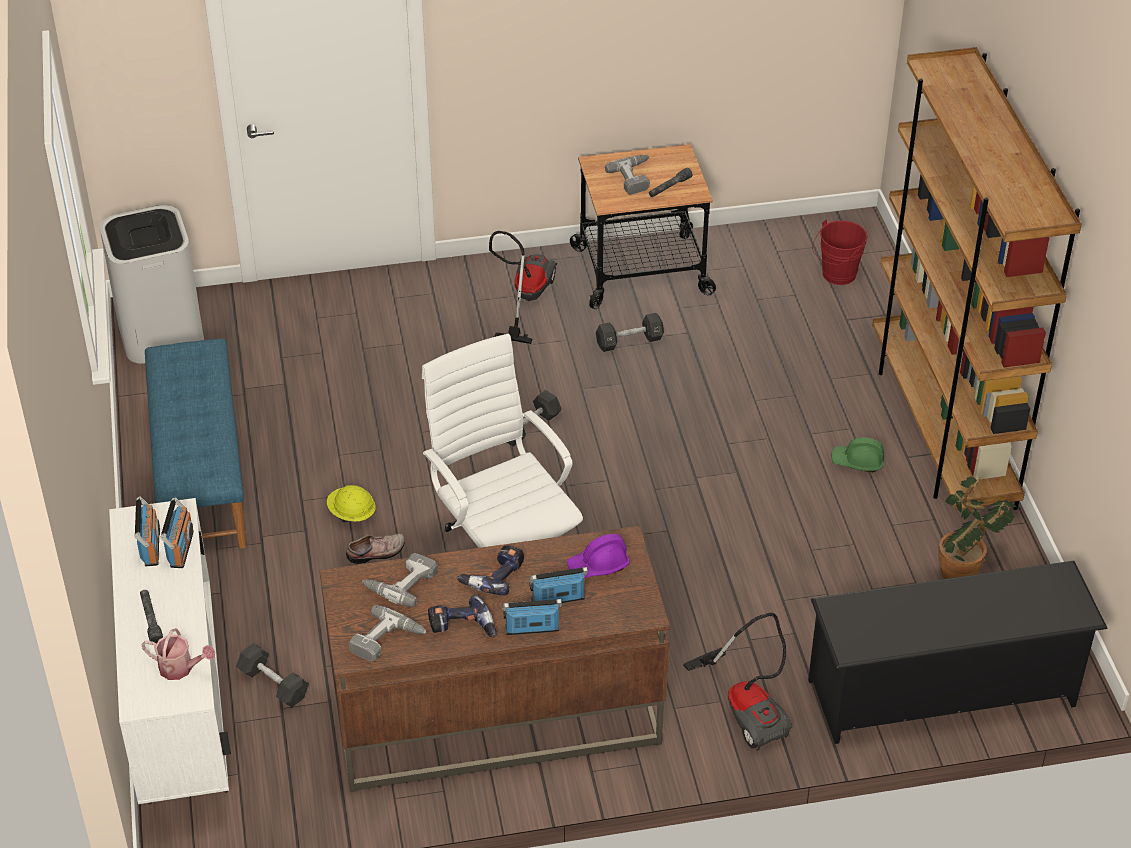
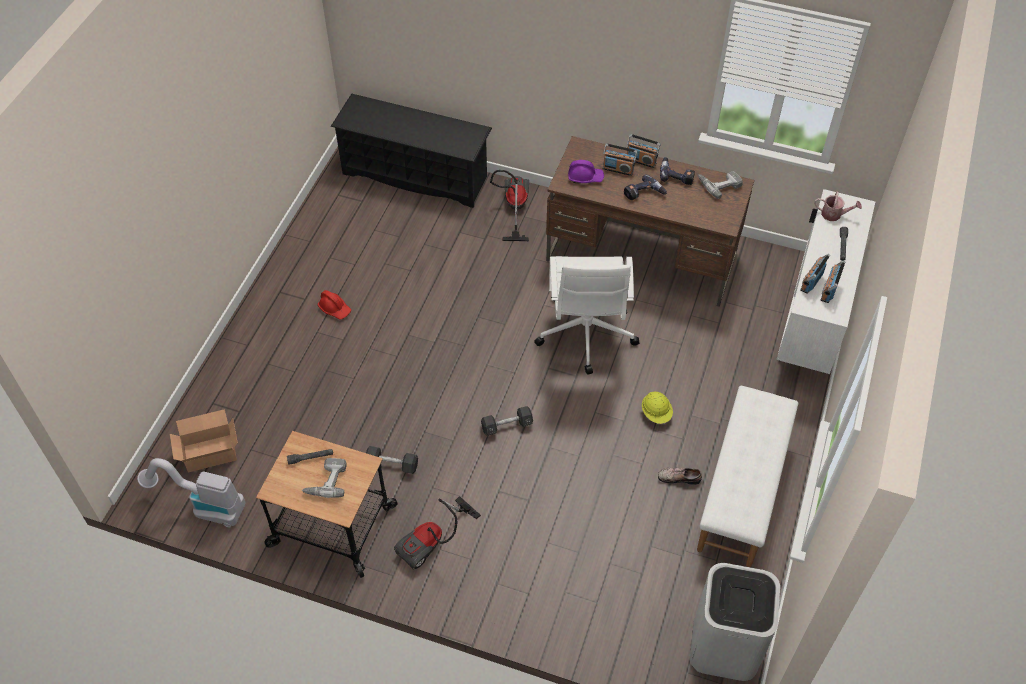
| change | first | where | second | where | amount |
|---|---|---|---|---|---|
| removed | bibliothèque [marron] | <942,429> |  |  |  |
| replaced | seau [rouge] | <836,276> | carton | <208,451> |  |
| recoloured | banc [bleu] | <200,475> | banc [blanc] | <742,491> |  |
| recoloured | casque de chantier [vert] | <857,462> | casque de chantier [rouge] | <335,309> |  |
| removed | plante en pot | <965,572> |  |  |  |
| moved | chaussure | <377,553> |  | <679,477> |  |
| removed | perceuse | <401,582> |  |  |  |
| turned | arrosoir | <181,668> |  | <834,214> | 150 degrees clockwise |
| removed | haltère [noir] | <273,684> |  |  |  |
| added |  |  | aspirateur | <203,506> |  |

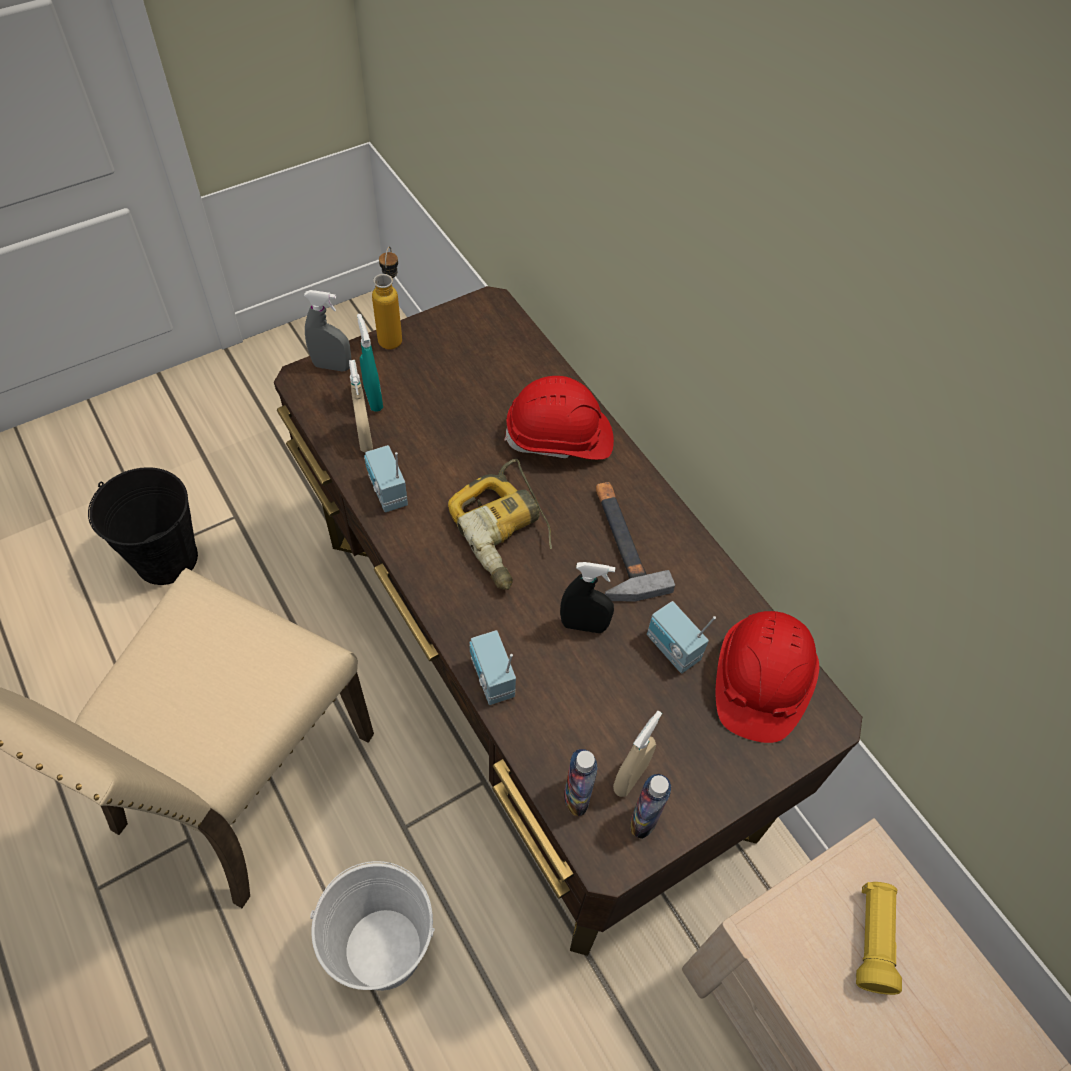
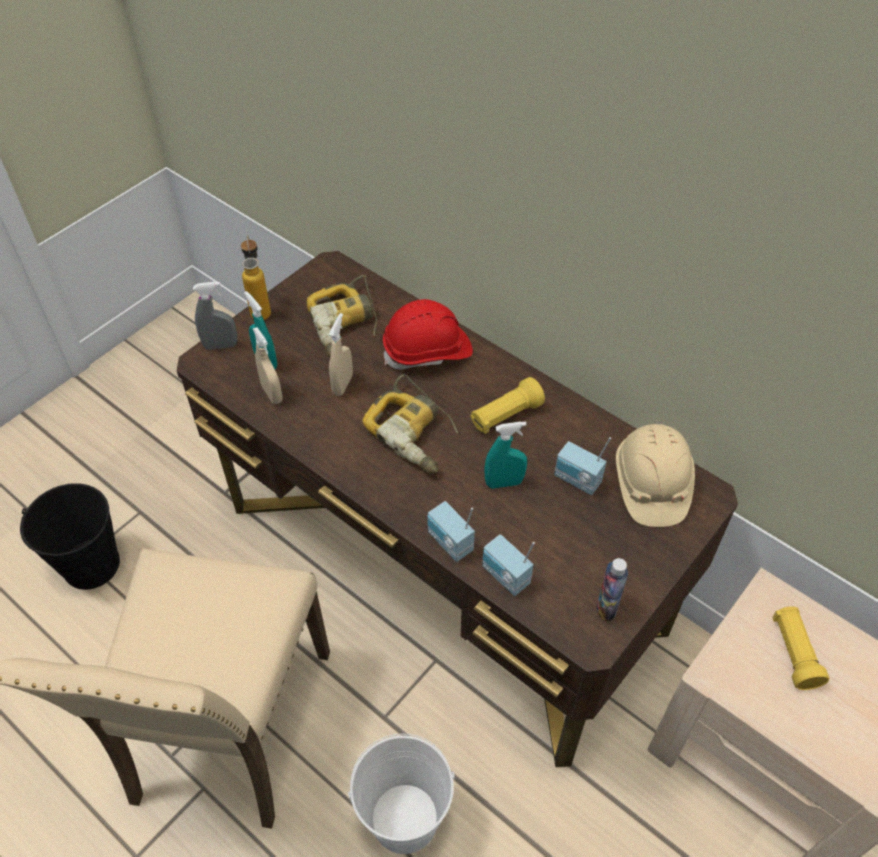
| change | first | where | second | where | amount |
|---|---|---|---|---|---|
| moved | radio | <386,492> |  | <504,577> |  |
| replaced | marteau | <618,543> | lampe de poche [jaune] | <505,416> |  |
| recoloured | vaporisateur [noir] | <584,625> | vaporisateur [turquoise] | <504,483> |  |
| recoloured | casque de chantier [rouge] | <759,683> | casque de chantier [beige] | <650,485> |  |
| moved | vaporisateur [beige] | <630,777> |  | <342,385> |  |
| removed | bouteille | <576,796> |  |  |  |
| added |  |  | perceuse | <346,324> |  |

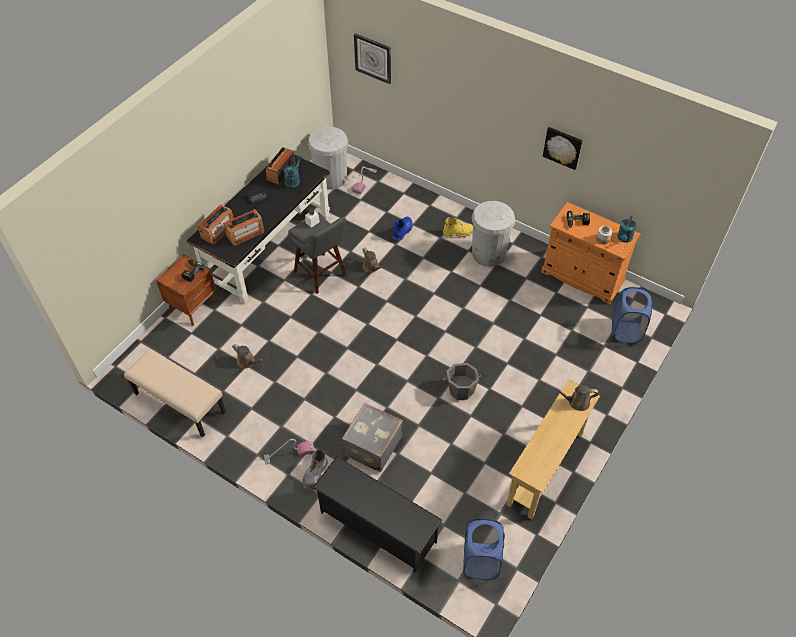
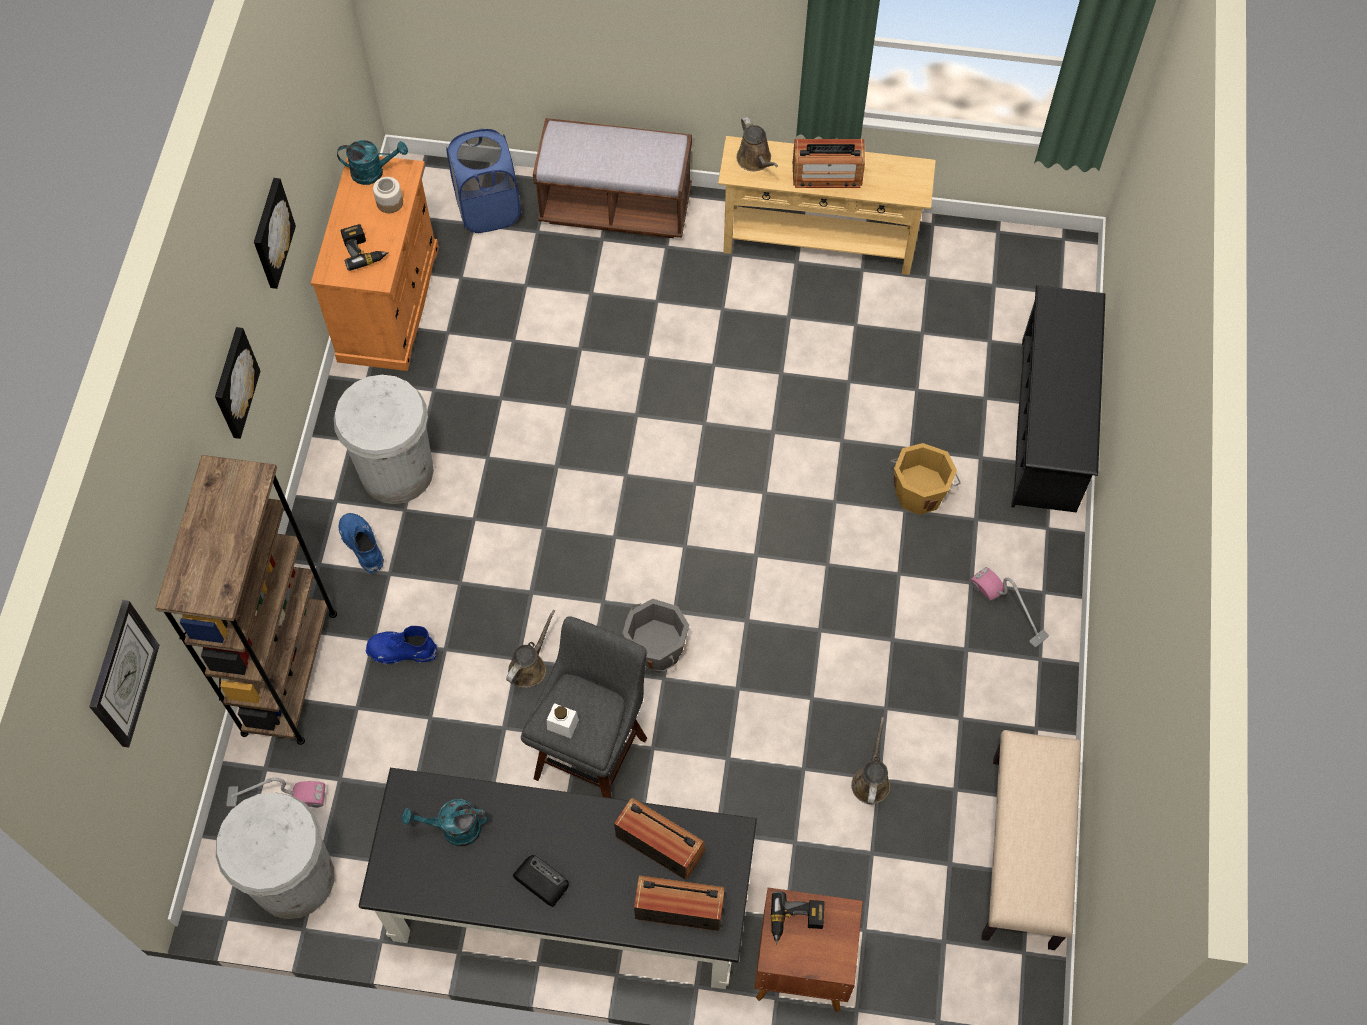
| change | first | where | second | where | amount |
|---|---|---|---|---|---|
| moved | radio | <281,172> |  | <827,174> |  |
| recoloured | botte [jaune] | <458,233> | botte [bleu] | <362,545> |  |
| moved | seau [gris] | <461,389> |  | <656,649> |  |
| replaced | valise [gris] | <371,445> | seau [orange] | <919,492> |  |
| removed | botte [gris] | <315,475> |  |  |  |
| removed | panier à linge [bleu] | <480,561> |  |  |  |
| added |  |  | banc [marron] | <615,207> |  |
| added |  |  | tableau | <233,383> |  |
| added |  |  | bibliothèque [marron] | <289,672> |  |

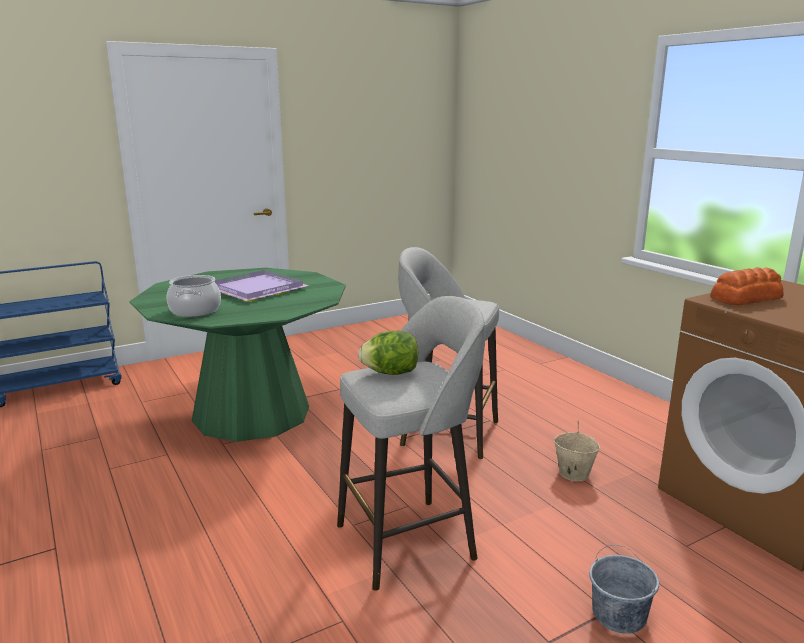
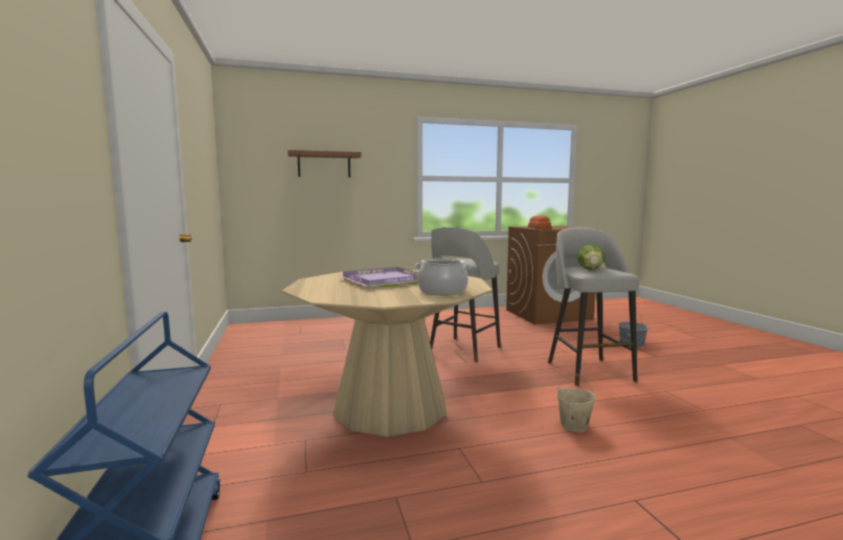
| change | first | where | second | where | amount |
|---|---|---|---|---|---|
| recoloured | table à manger [vert] | <252,413> | table à manger [beige] | <390,407> |  |
| moved | seau [beige] | <573,473> |  | <573,425> |  |
| added |  |  | étagère [marron] | <324,165> |  |

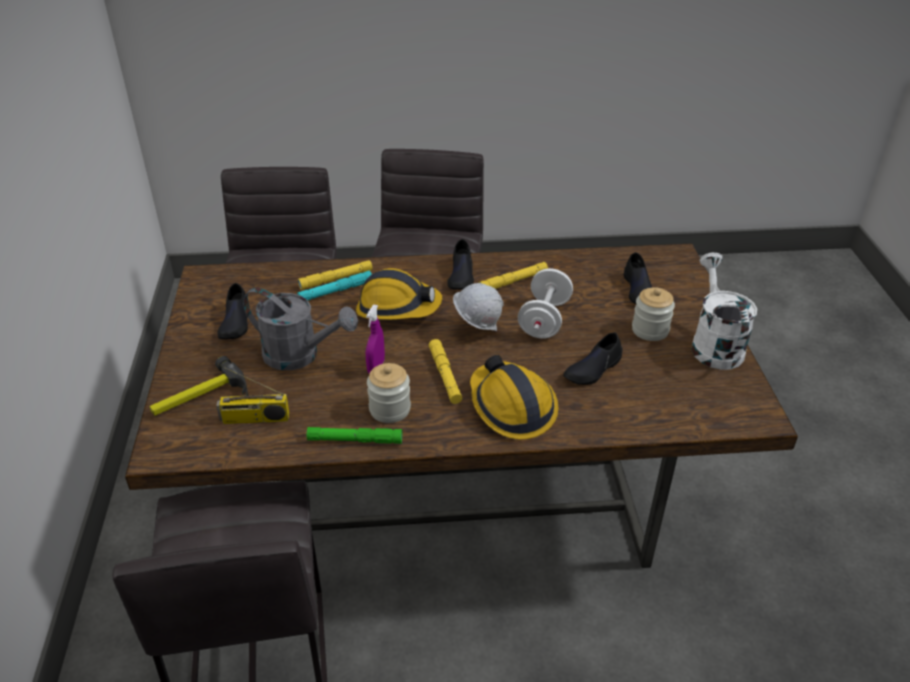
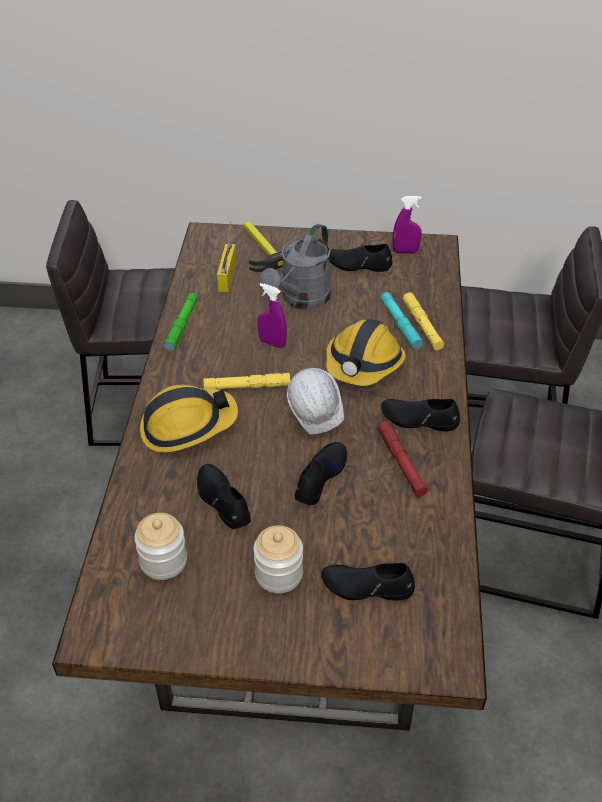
| change | first | where | second | where | amount |
|---|---|---|---|---|---|
| removed | arrosoir [blanc] | <714,344> |  |  |  |
| recoloured | lampe de poche [jaune] | <513,281> | lampe de poche [rouge] | <401,463> |  |
| replaced | haltère [blanc] | <544,320> | chaussure [noir] | <320,477> |  |
| moved | bocal | <389,409> |  | <163,561> |  |
| added |  |  | vaporisateur [violet] | <405,251> |  |

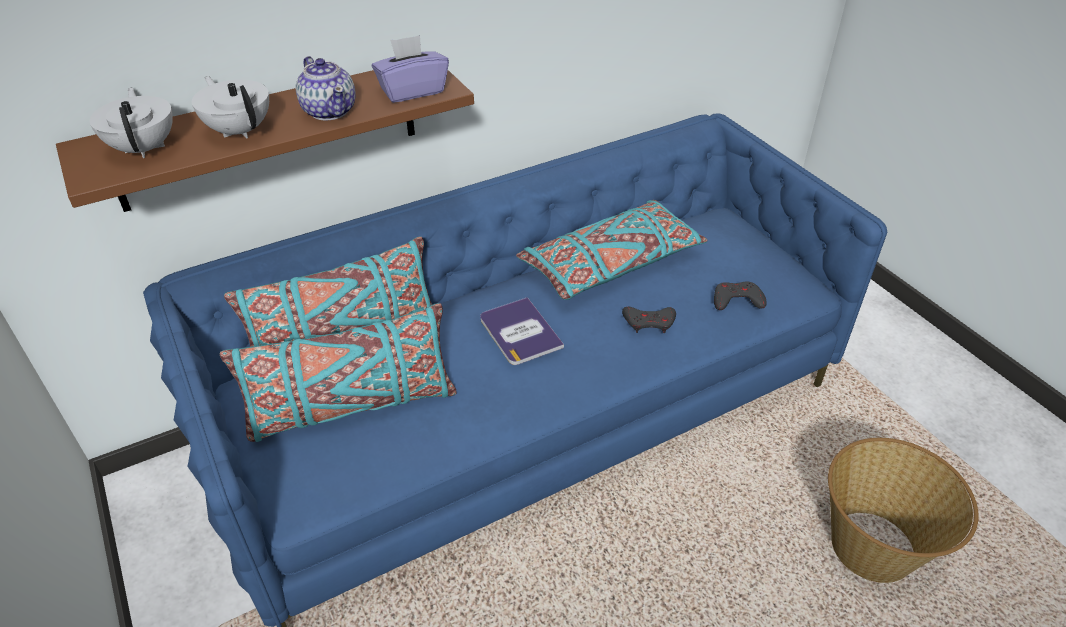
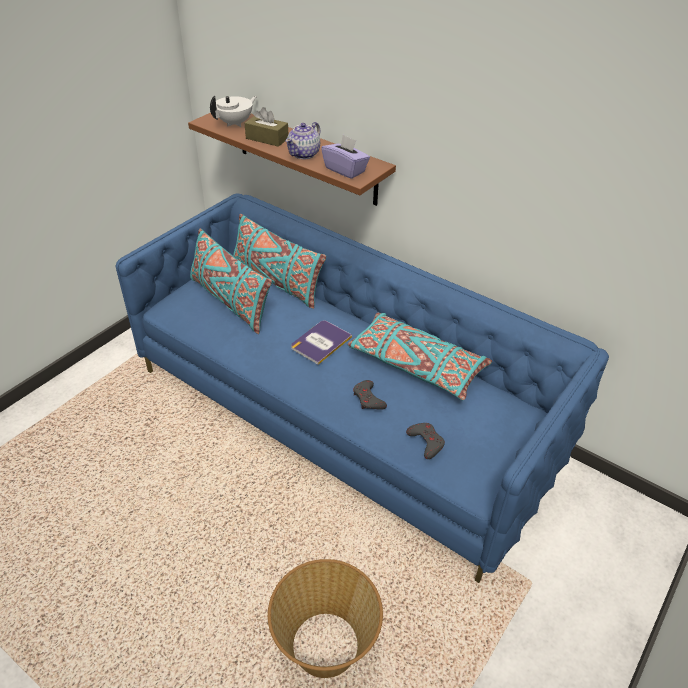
| change | first | where | second | where | amount |
|---|---|---|---|---|---|
| replaced | théière [blanc] | <240,130> | boîte à mouchoirs [marron] | <267,138> |  |

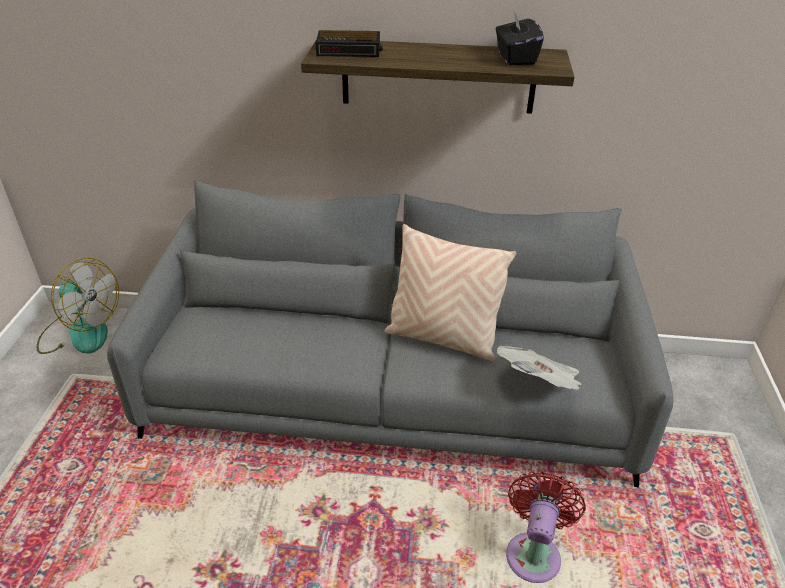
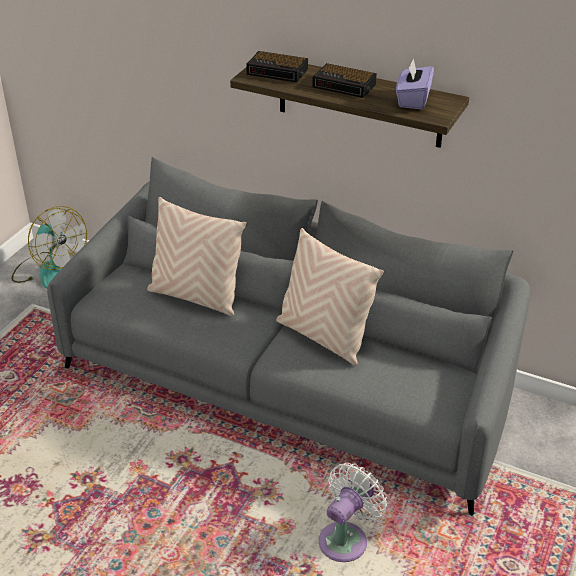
| change | first | where | second | where | amount |
|---|---|---|---|---|---|
| recoloured | boîte à mouchoirs [noir] | <515,58> | boîte à mouchoirs [violet] | <413,100> |  |
| removed | journal | <539,383> |  |  |  |
| recoloured | ventilateur [rouge] | <534,552> | ventilateur [blanc] | <346,538> |  |
| added |  |  | réveil | <345,86> |  |
| added |  |  | coussin [beige] | <196,296> |  |

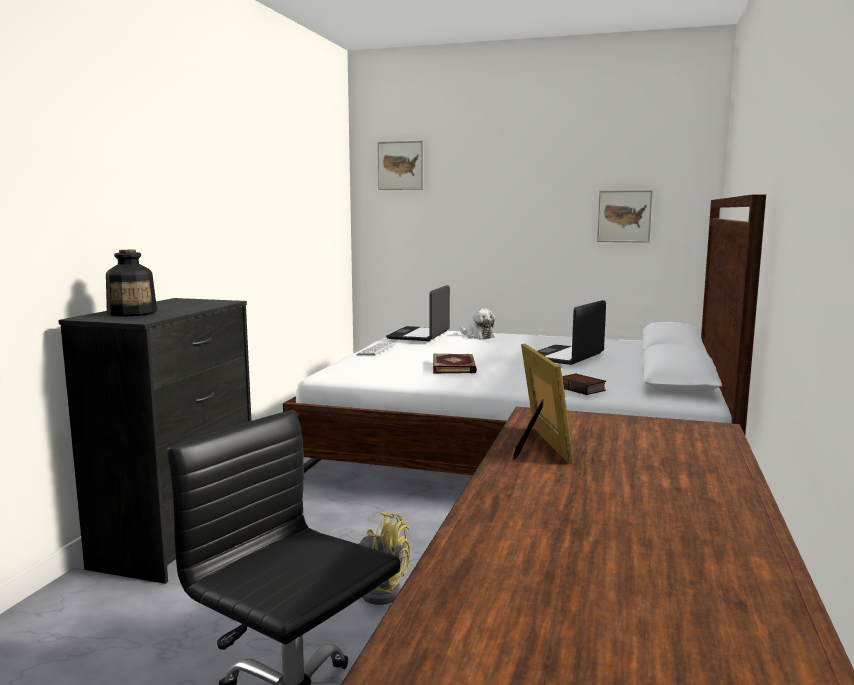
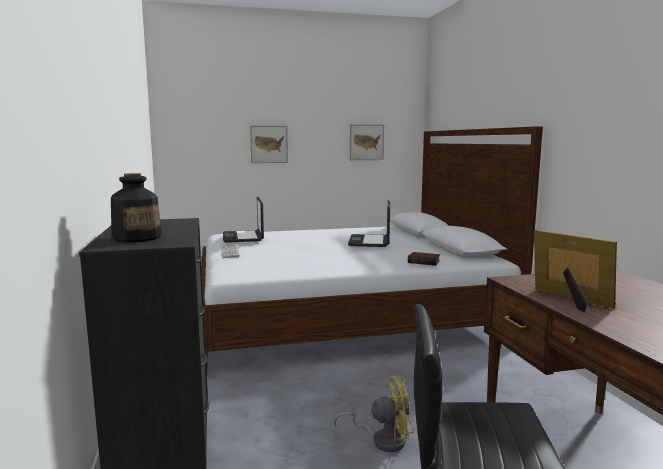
| change | first | where | second | where | amount |
|---|---|---|---|---|---|
| moved | tableau | <400,165> |  | <269,144> |  |
| removed | peluche | <477,336> |  |  |  |
| removed | livre | <455,366> |  |  |  |

